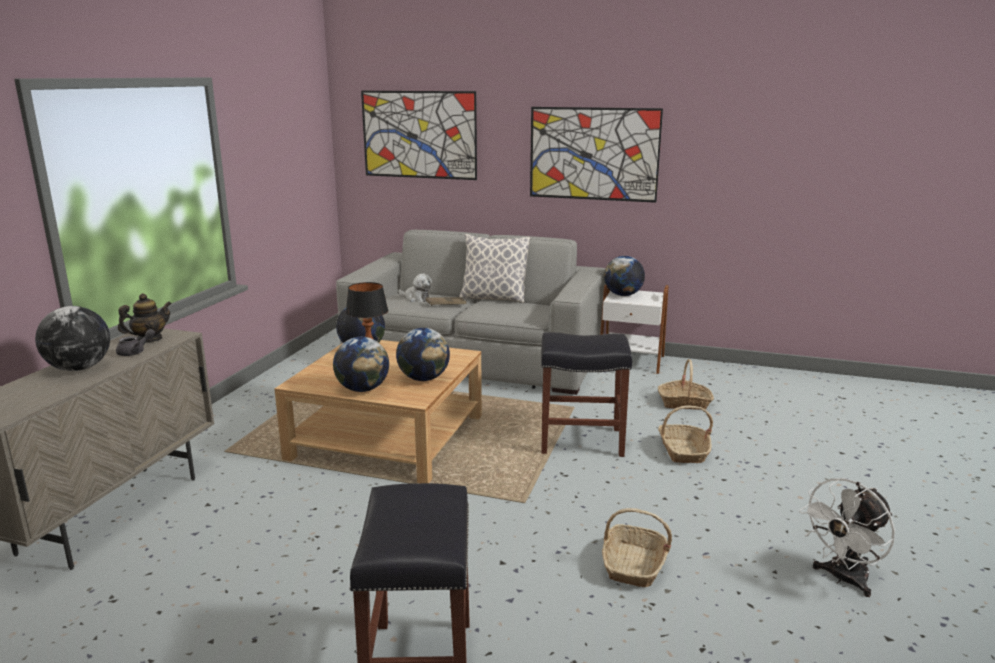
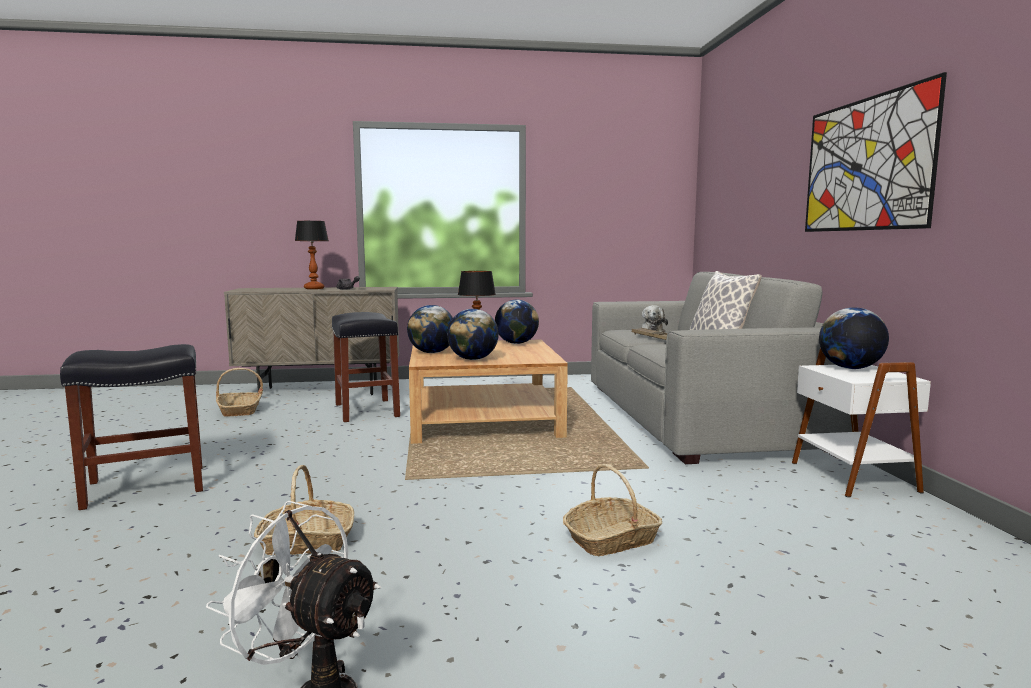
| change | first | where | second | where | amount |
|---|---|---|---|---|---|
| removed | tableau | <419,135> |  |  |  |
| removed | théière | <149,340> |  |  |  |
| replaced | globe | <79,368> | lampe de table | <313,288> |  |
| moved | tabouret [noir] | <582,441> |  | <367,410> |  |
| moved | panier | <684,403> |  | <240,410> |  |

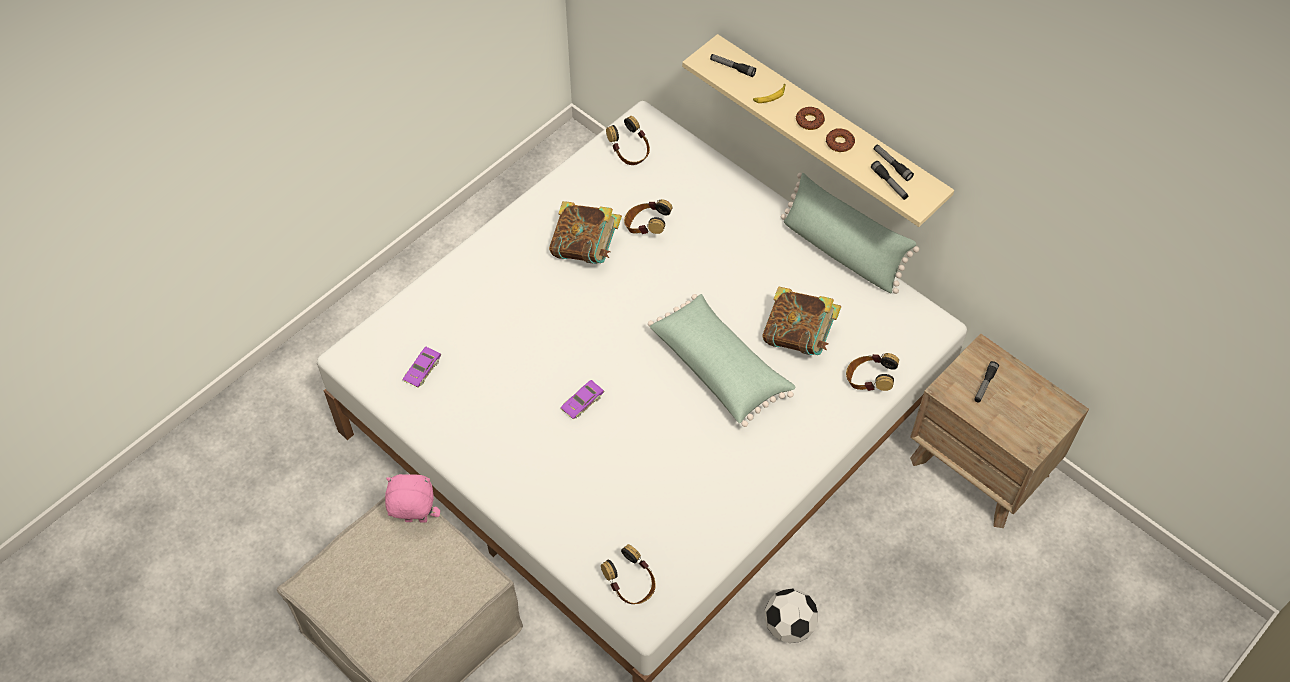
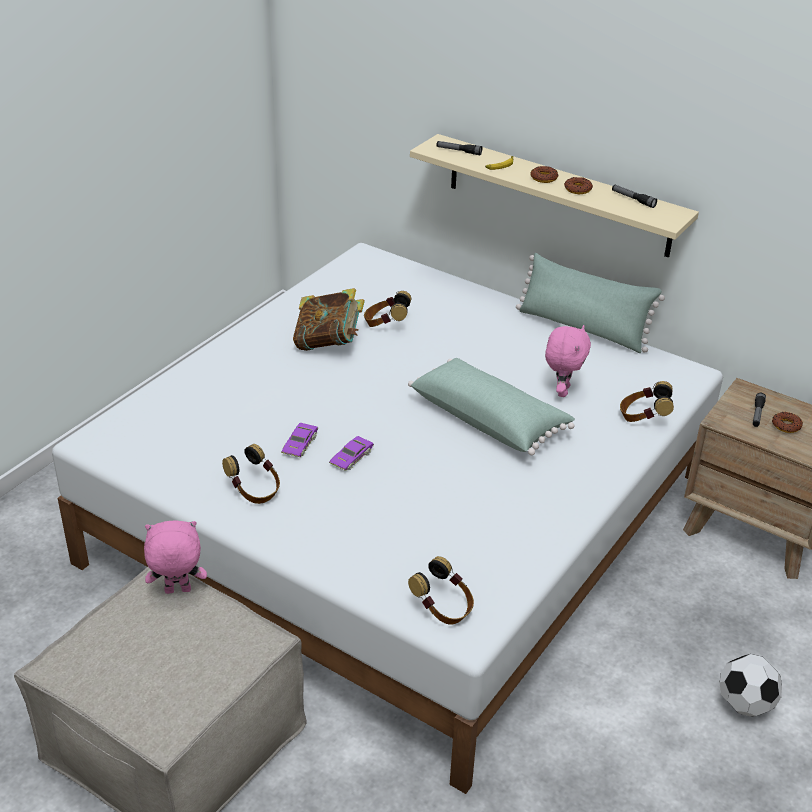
| change | first | where | second | where | amount |
|---|---|---|---|---|---|
| moved | casque audio | <630,153> |  | <255,491> |  |
| removed | lampe de poche | <889,184> |  |  |  |
| replaced | livre | <798,337> | peluche [rose] | <561,391> |  |
| moved | petite voiture [violet] | <422,369> |  | <300,444> |  |
| moved | ballon de foot | <789,625> |  | <744,704> |  |
| added |  |  | beignet | <786,425> |  |

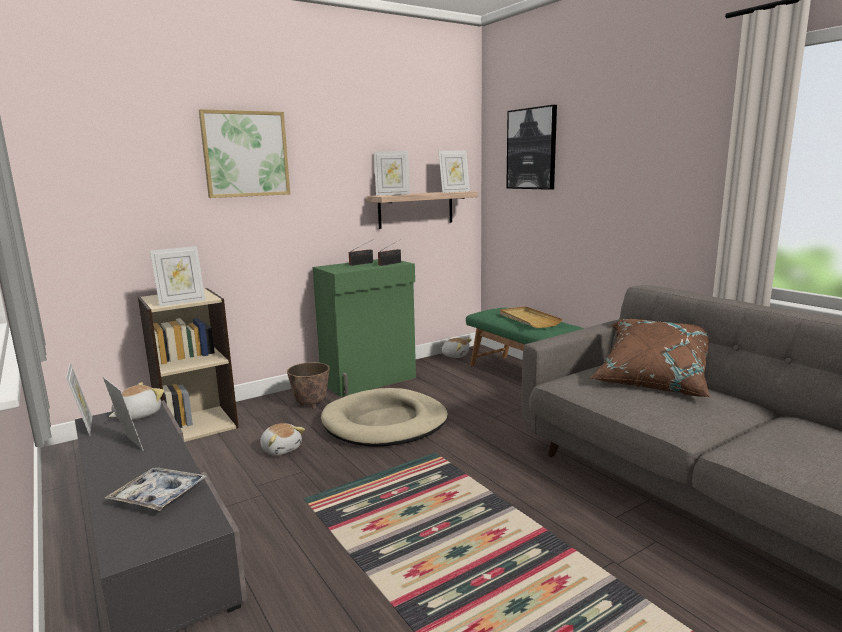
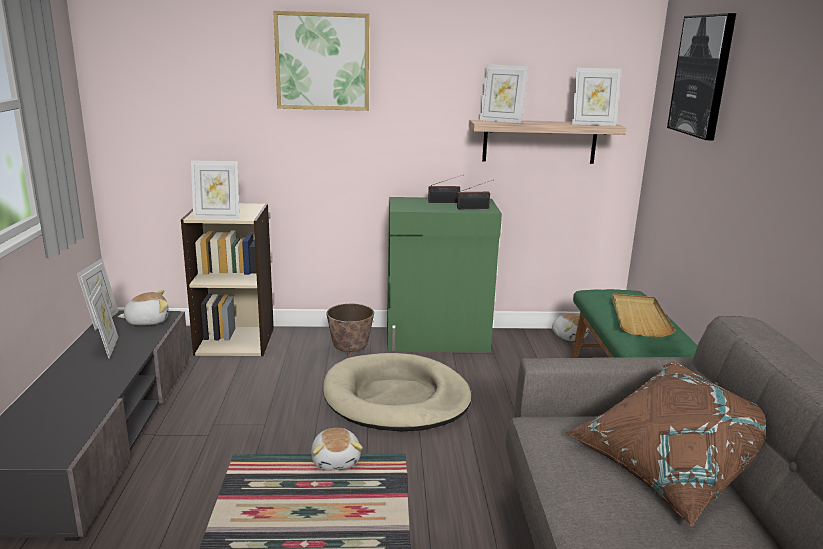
| change | first | where | second | where | amount |
|---|---|---|---|---|---|
| moved | peluche | <281,449> |  | <336,460> |  |
| removed | plateau | <158,496> |  |  |  |

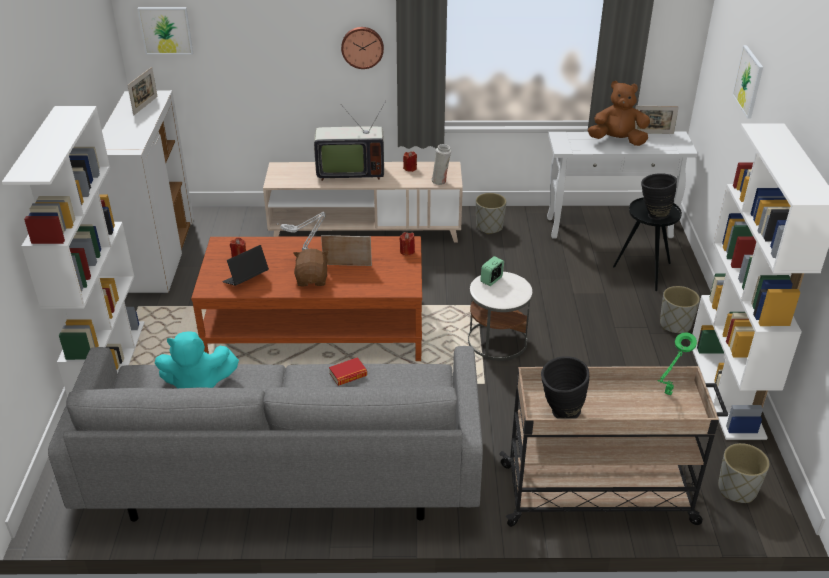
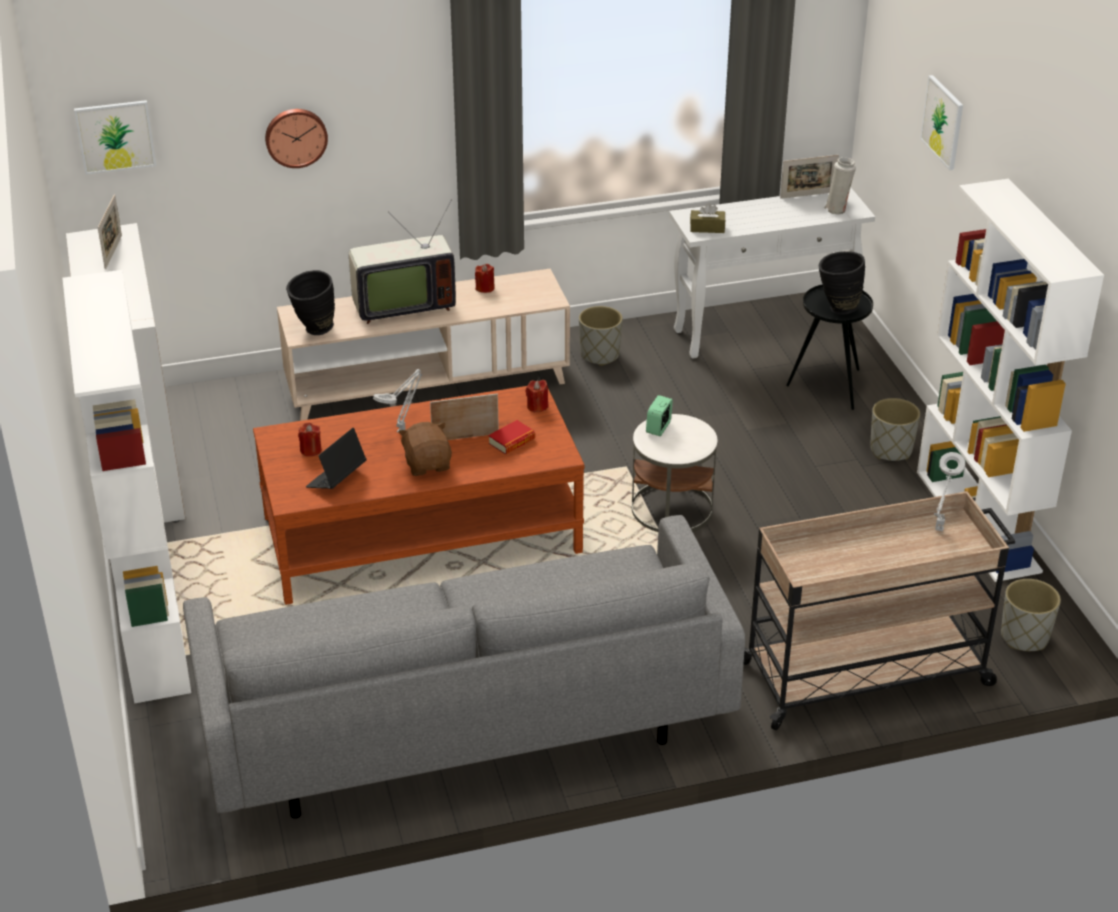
| change | first | where | second | where | amount |
|---|---|---|---|---|---|
| moved | horloge murale | <362,47> |  | <296,137> |  |
| removed | peluche [marron] | <617,141> |  |  |  |
| moved | vase [blanc] | <440,181> |  | <837,209> |  |
| removed | peluche [turquoise] | <198,384> |  |  |  |
| recoloured | lampe de table [vert] | <667,394> | lampe de table [gris] | <938,531> |  |
| moved | vase [noir] | <560,414> |  | <314,330> |  |
| moved | livre | <348,375> |  | <511,441> |  |
| added |  |  | boîte à mouchoirs [marron] | <707,228> |  |

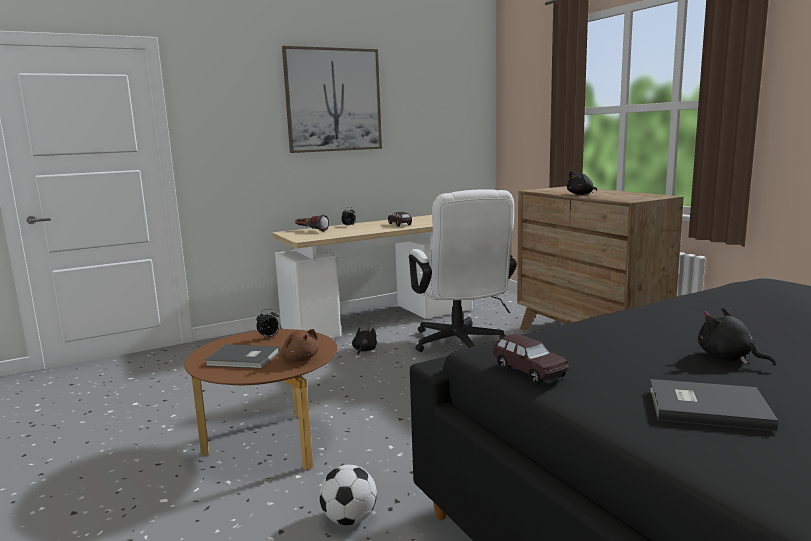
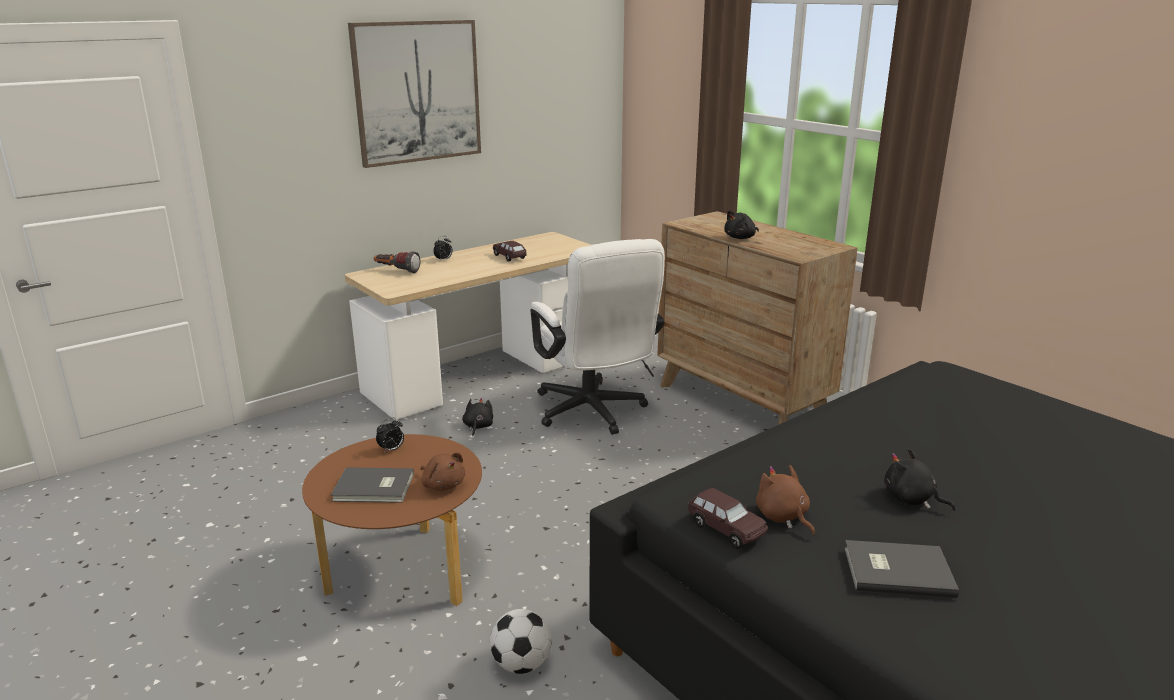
| change | first | where | second | where | amount |
|---|---|---|---|---|---|
| added |  |  | peluche [marron] | <783,517> |  |

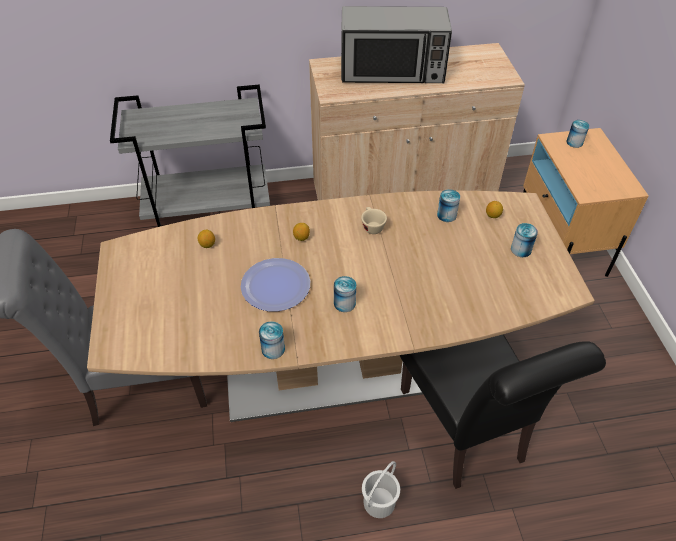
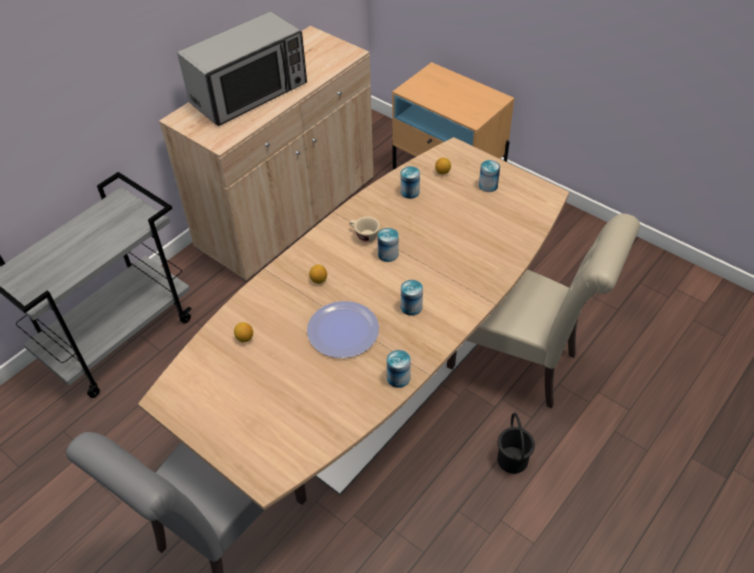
| change | first | where | second | where | amount |
|---|---|---|---|---|---|
| moved | boîte métallique | <574,142> |  | <388,254> |  |
| recoloured | chaise [noir] | <466,432> | chaise [beige] | <520,364> |  |
| recoloured | seau [blanc] | <378,502> | seau [noir] | <512,460> |  |

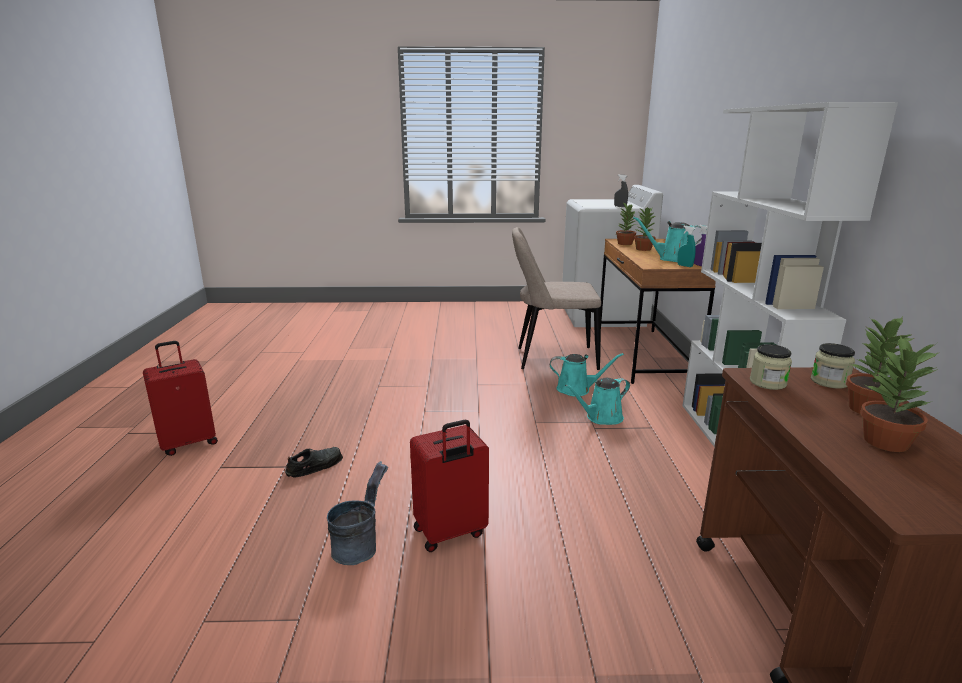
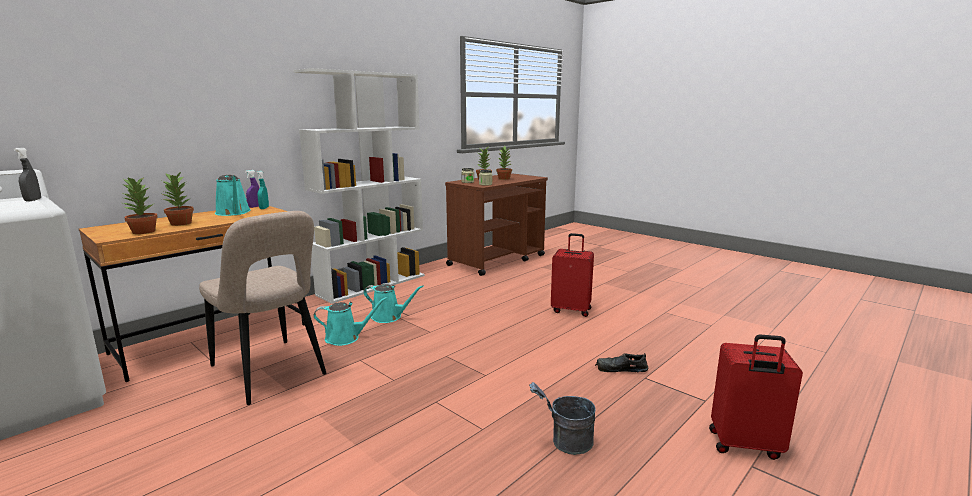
| change | first | where | second | where | amount |
|---|---|---|---|---|---|
| turned | arrosoir [turquoise] | <577,389> |  | <346,338> | 120 degrees clockwise |
| moved | seau [gris] | <360,546> |  | <565,443> |  |

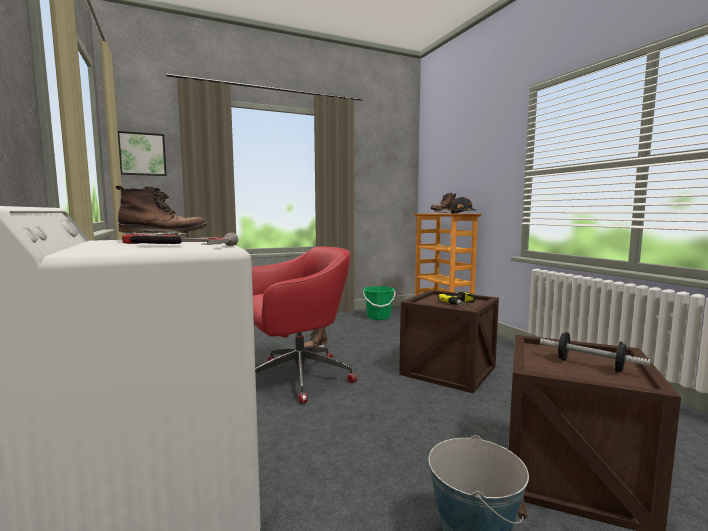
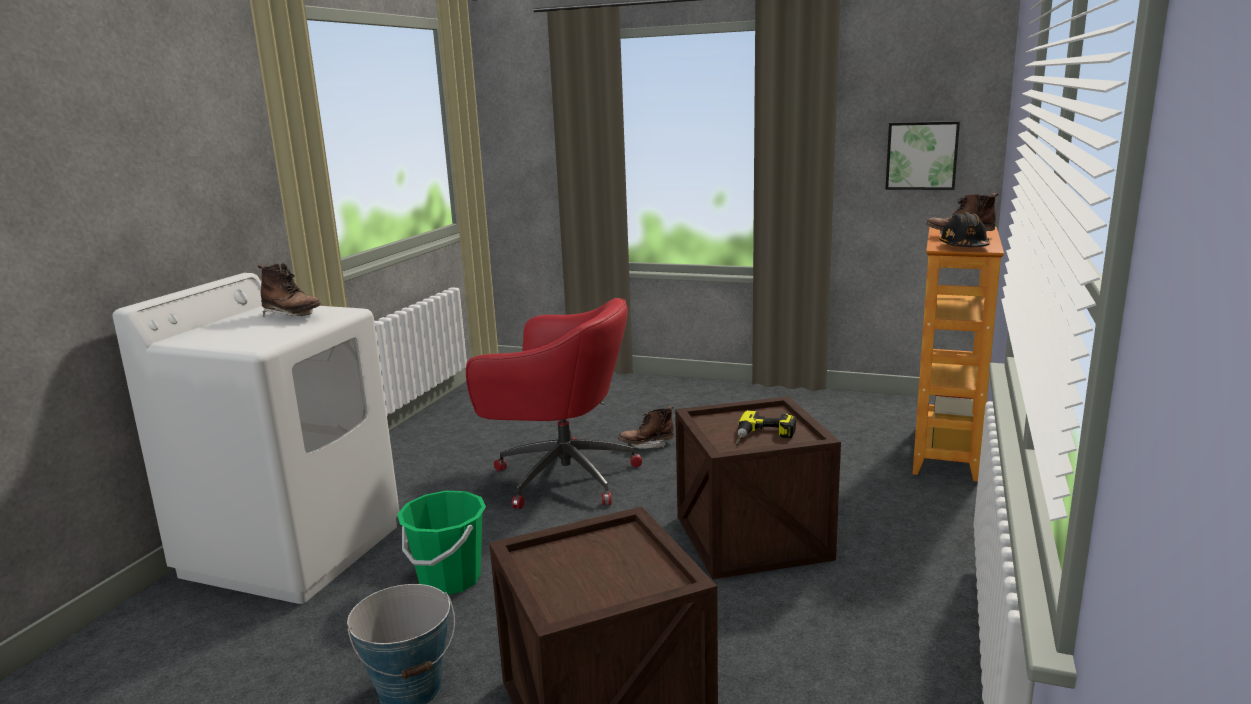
| change | first | where | second | where | amount |
|---|---|---|---|---|---|
| moved | tableau | <142,154> |  | <921,155> |  |
| removed | marteau | <174,246> |  |  |  |
| moved | seau [vert] | <378,317> |  | <449,579> |  |
| removed | haltère | <590,365> |  |  |  |

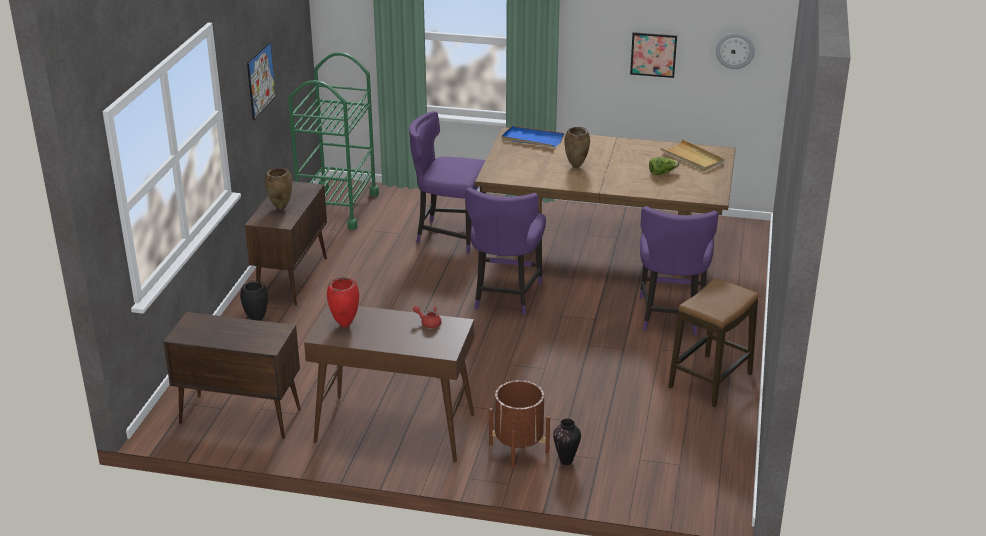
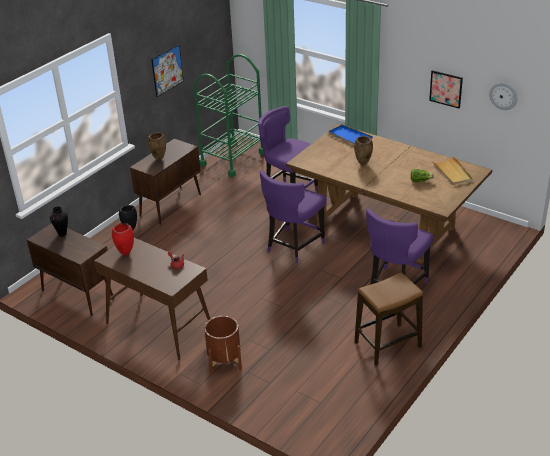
| change | first | where | second | where | amount |
|---|---|---|---|---|---|
| moved | vase | <566,461> |  | <62,234> |  |

